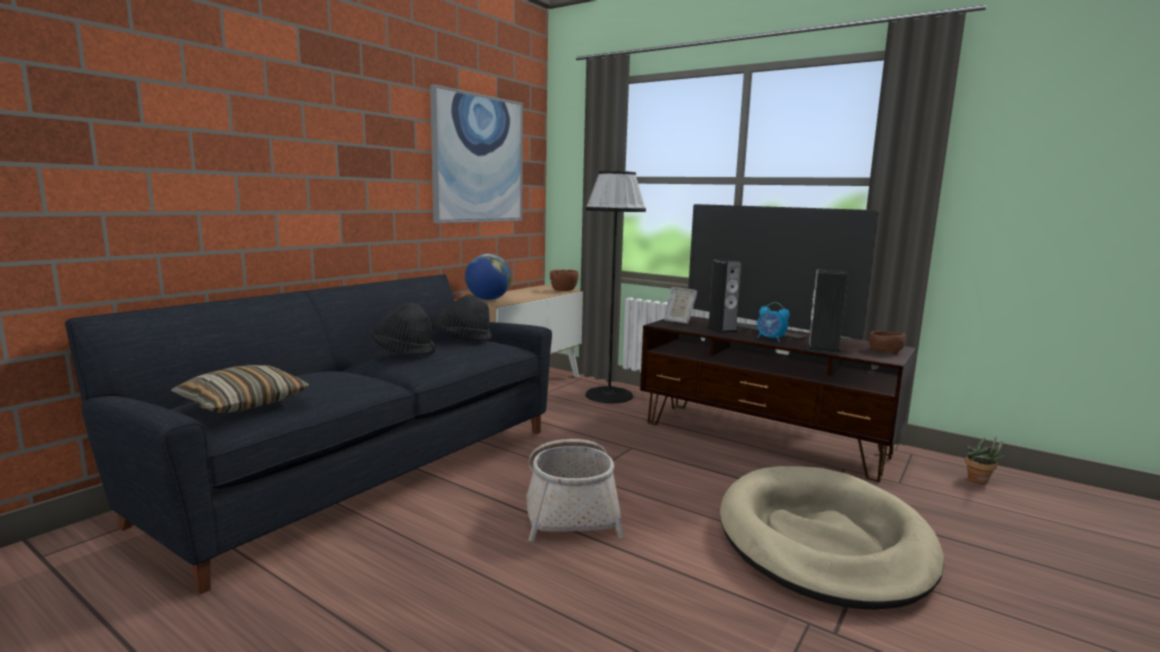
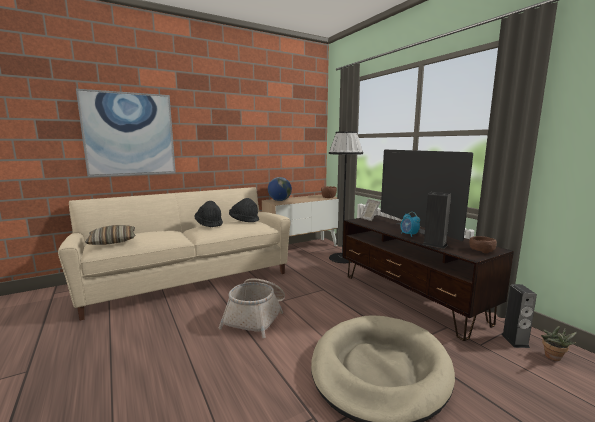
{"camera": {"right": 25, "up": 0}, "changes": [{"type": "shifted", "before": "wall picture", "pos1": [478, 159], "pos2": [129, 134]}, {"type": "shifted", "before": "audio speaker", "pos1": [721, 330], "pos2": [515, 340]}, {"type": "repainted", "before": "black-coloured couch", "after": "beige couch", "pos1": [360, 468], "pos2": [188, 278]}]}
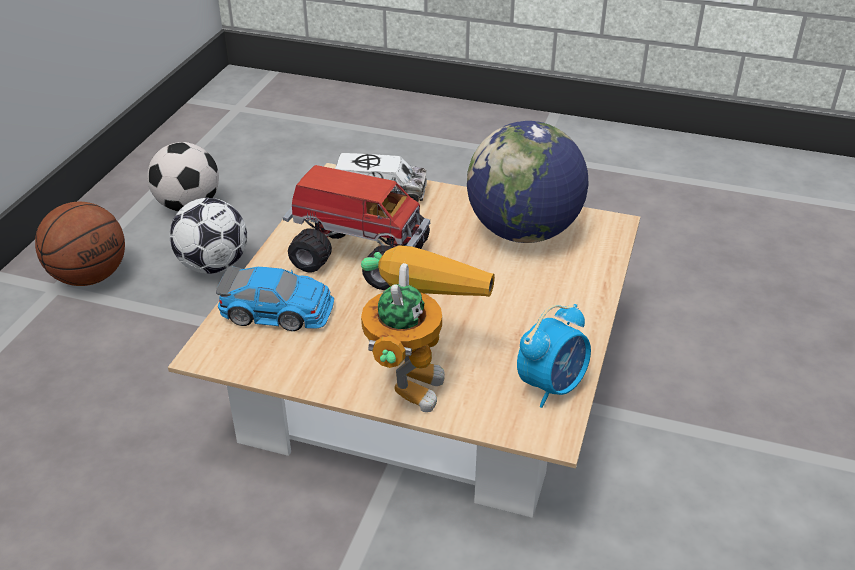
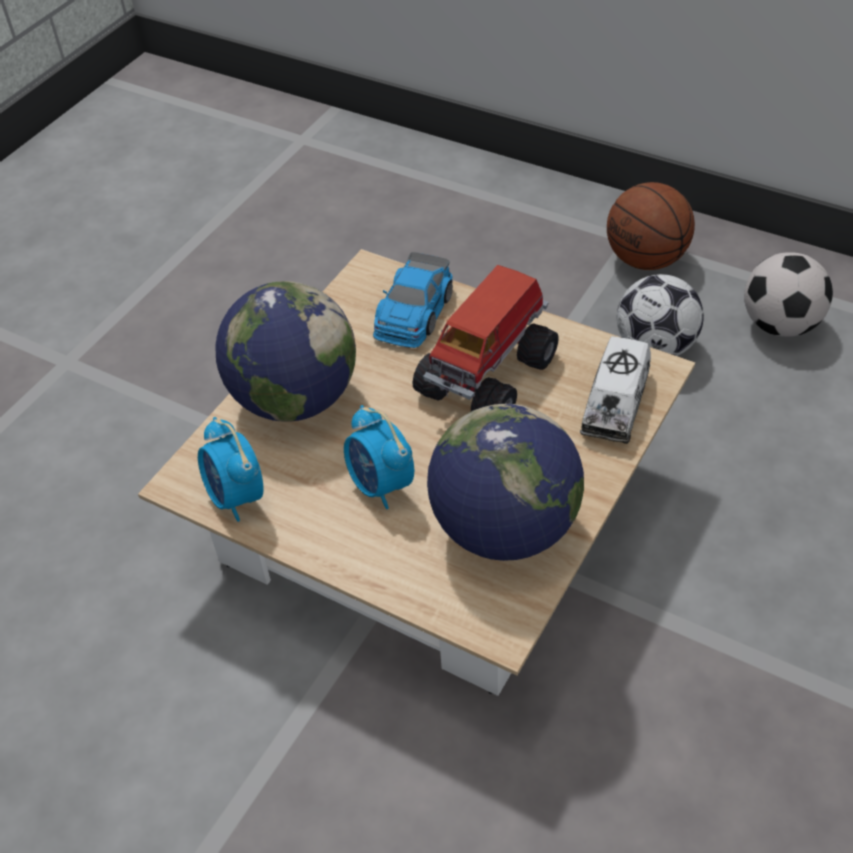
{"camera": {"right": 105, "up": 10}, "changes": [{"type": "new", "after": "alarm clock", "pos2": [381, 485]}, {"type": "swapped", "before": "toy robot", "after": "desk globe", "pos1": [414, 372], "pos2": [295, 399]}]}
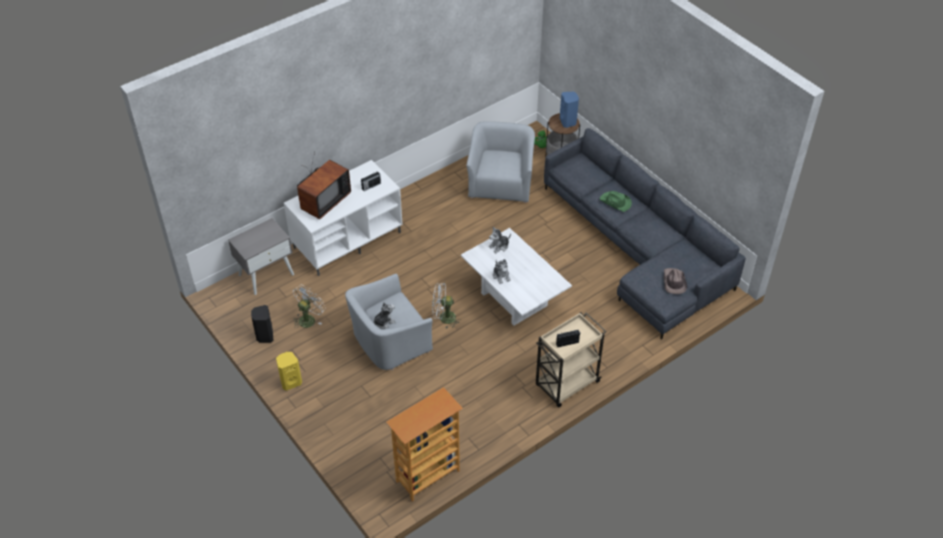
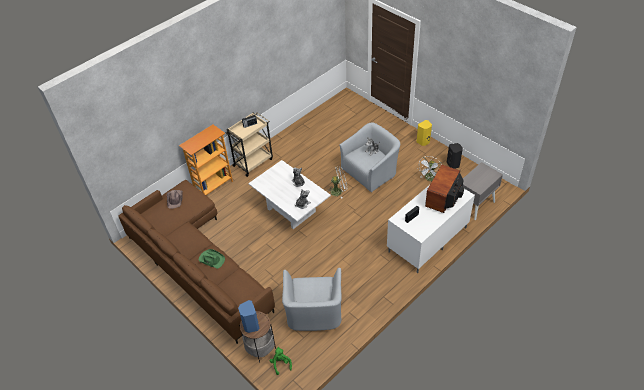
{"camera": {"right": 175, "up": 0}, "changes": [{"type": "shifted", "before": "bookcase", "pos1": [428, 476], "pos2": [213, 186]}, {"type": "repainted", "before": "gray couch", "after": "brown couch", "pos1": [638, 249], "pos2": [197, 262]}]}
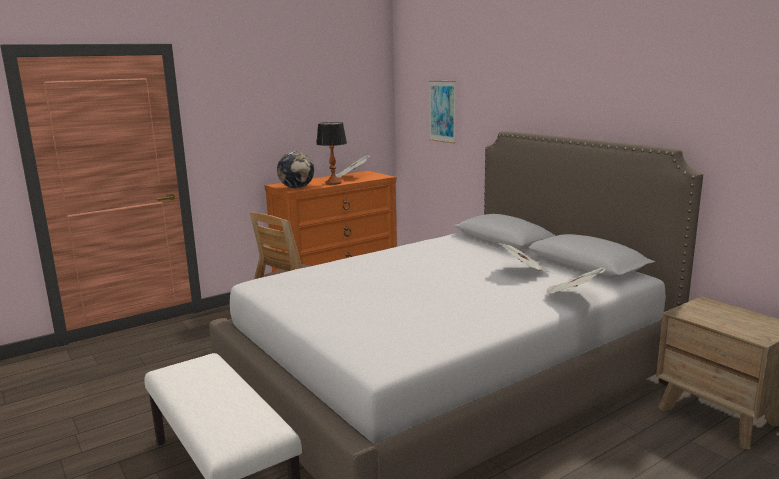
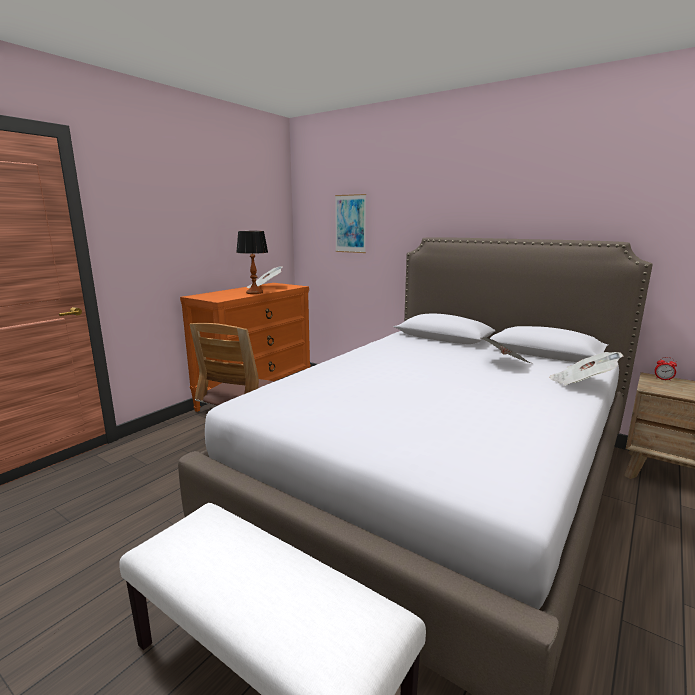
{"camera": {"right": -20, "up": 0}, "changes": [{"type": "gone", "before": "desk globe", "pos1": [296, 188]}, {"type": "new", "after": "alarm clock", "pos2": [663, 379]}]}
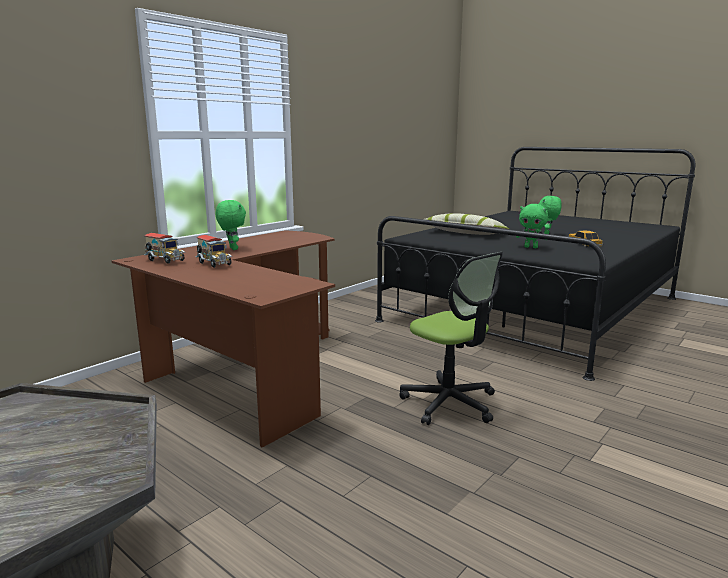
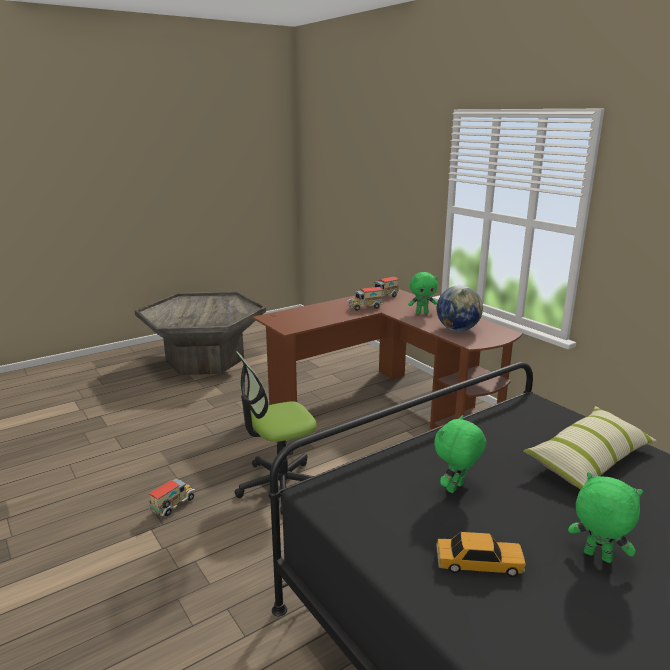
{"camera": {"right": 105, "up": 5}, "changes": [{"type": "new", "after": "model truck", "pos2": [173, 506]}, {"type": "new", "after": "desk globe", "pos2": [458, 329]}]}
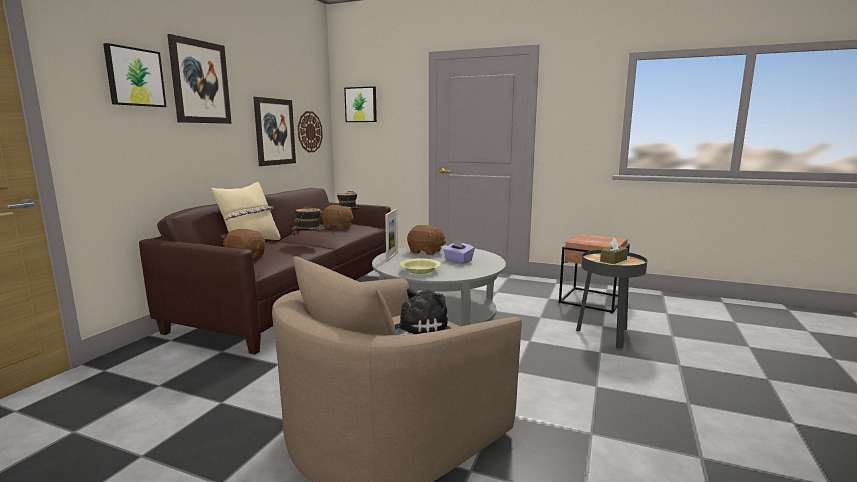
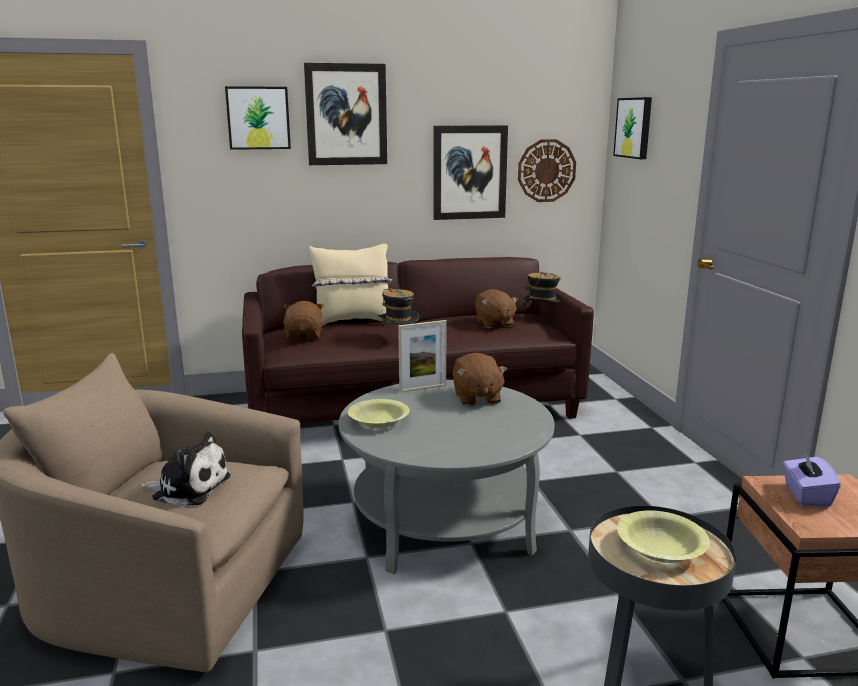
{"camera": {"right": 55, "up": 5}, "changes": [{"type": "shifted", "before": "purplish box of tissues", "pos1": [458, 260], "pos2": [806, 495]}, {"type": "swapped", "before": "brown box of tissues", "after": "yellow-coloured bowl", "pos1": [613, 260], "pos2": [660, 548]}]}
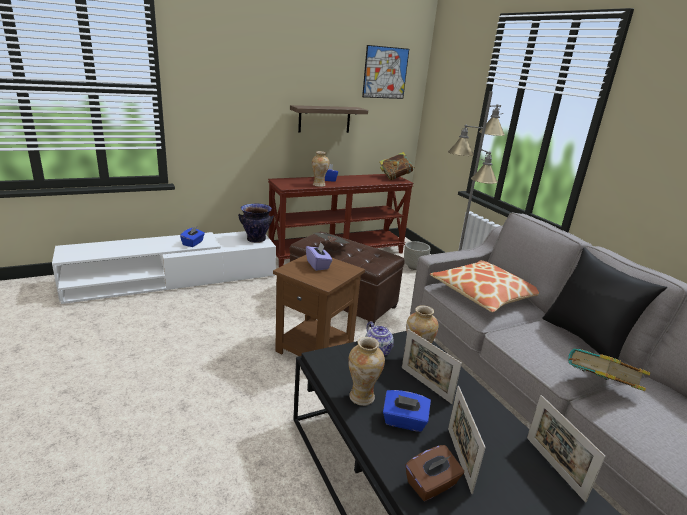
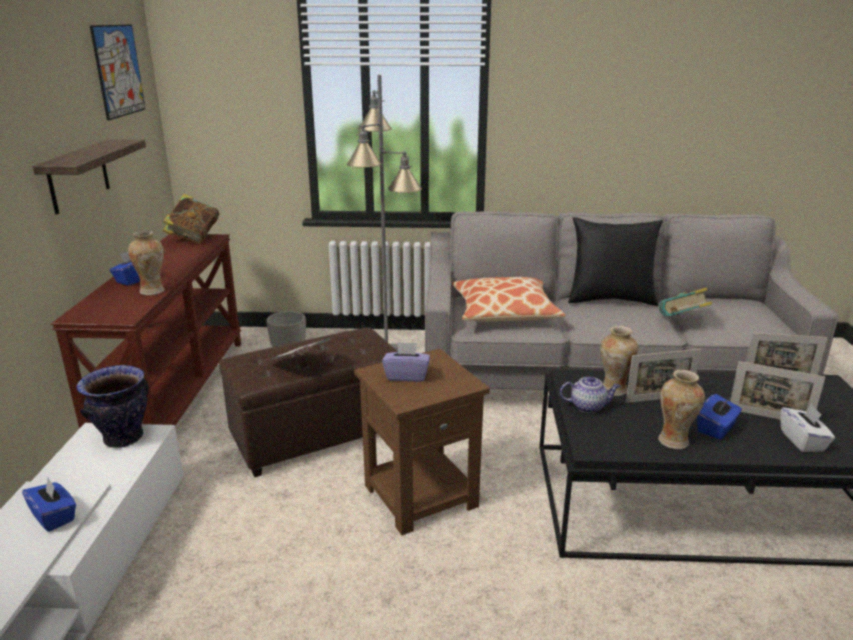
{"camera": {"right": -60, "up": 0}, "changes": [{"type": "repainted", "before": "brown box of tissues", "after": "white-coloured box of tissues", "pos1": [431, 485], "pos2": [802, 441]}]}
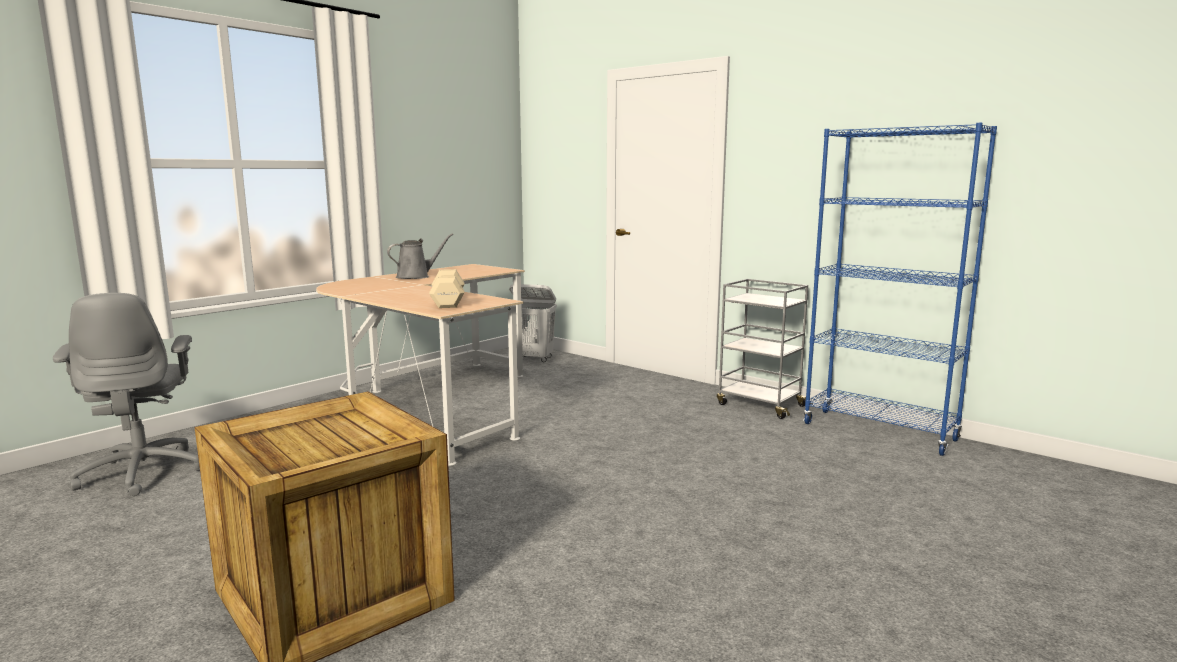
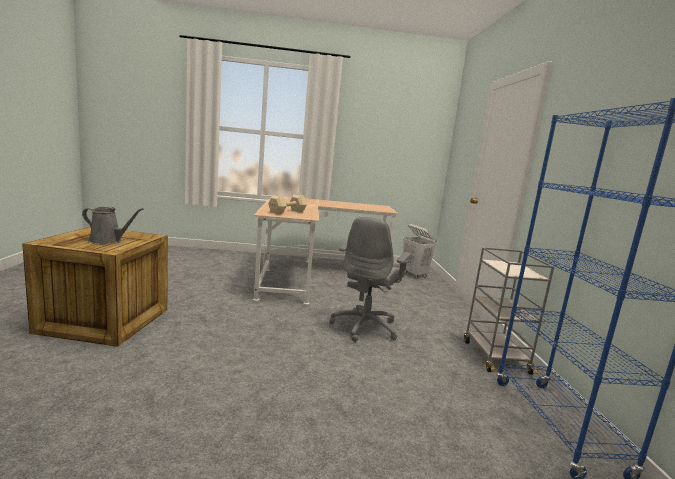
{"camera": {"right": 45, "up": 0}, "changes": [{"type": "shifted", "before": "gray office chair", "pos1": [144, 472], "pos2": [365, 327]}, {"type": "shifted", "before": "gray watering pot", "pos1": [416, 276], "pos2": [108, 241]}]}
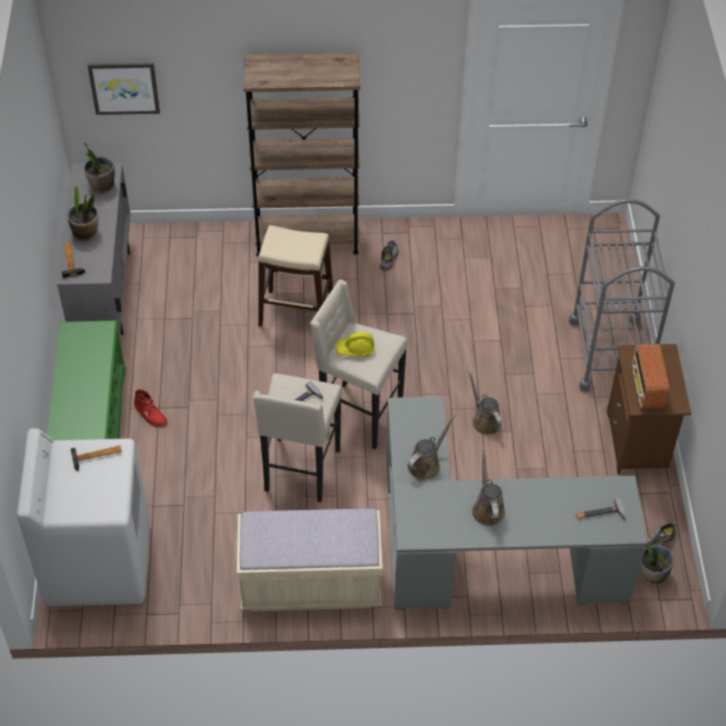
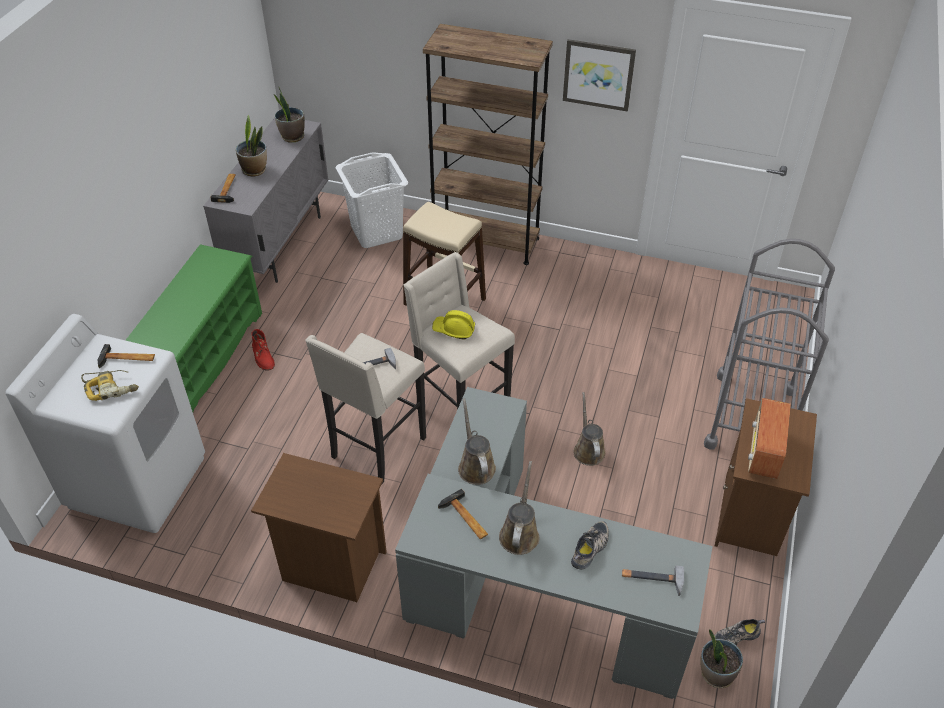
{"camera": {"right": 20, "up": -5}, "changes": [{"type": "new", "after": "power drill", "pos2": [111, 387]}, {"type": "new", "after": "white-coloured laundry basket", "pos2": [377, 231]}, {"type": "new", "after": "tool hammer", "pos2": [465, 519]}, {"type": "shifted", "before": "wall picture", "pos1": [124, 87], "pos2": [598, 74]}, {"type": "shifted", "before": "shoe", "pos1": [389, 258], "pos2": [591, 549]}, {"type": "swapped", "before": "beige bench", "after": "brown nightstand", "pos1": [311, 584], "pos2": [330, 565]}, {"type": "rotated", "before": "brown watering pot", "pos1": [426, 464], "pos2": [475, 465], "turn": -75}]}
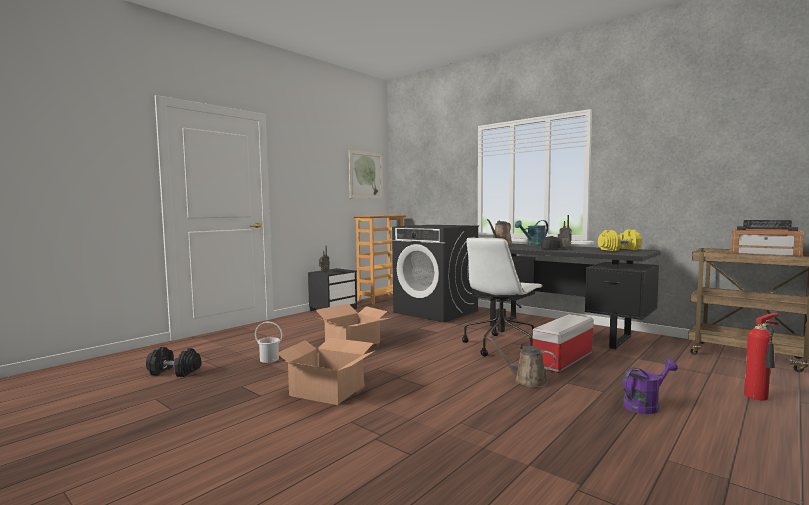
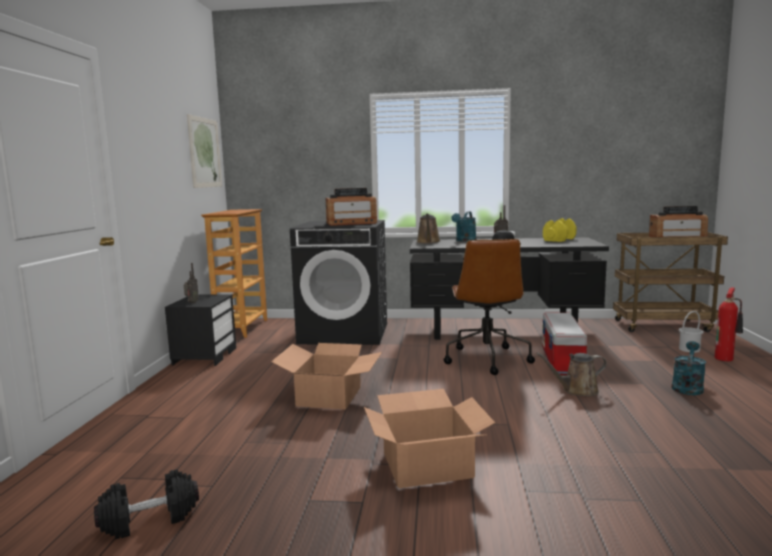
{"camera": {"right": -35, "up": 5}, "changes": [{"type": "new", "after": "radio set", "pos2": [351, 223]}, {"type": "shifted", "before": "white-coloured bucket", "pos1": [269, 359], "pos2": [689, 349]}, {"type": "repainted", "before": "white-coloured office chair", "after": "brown office chair", "pos1": [501, 345], "pos2": [486, 359]}, {"type": "repainted", "before": "purplish watering pot", "after": "blue-green watering pot", "pos1": [645, 405], "pos2": [687, 387]}]}
